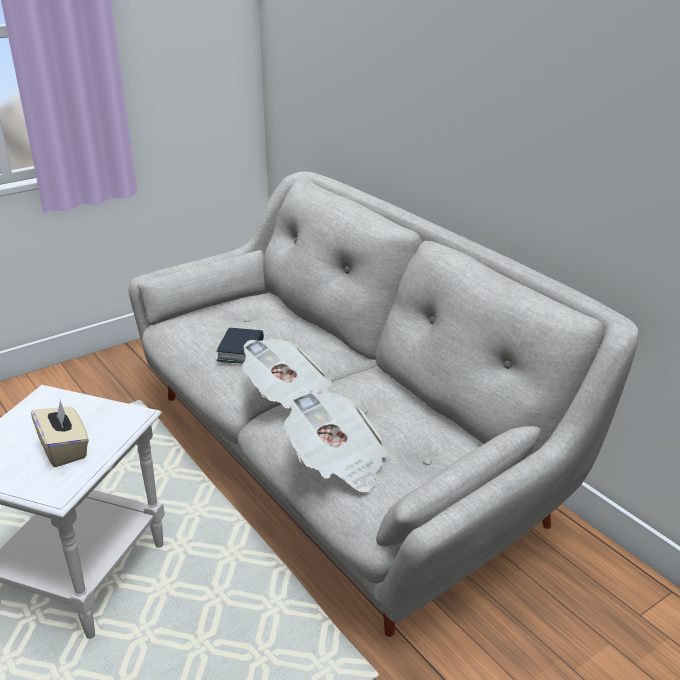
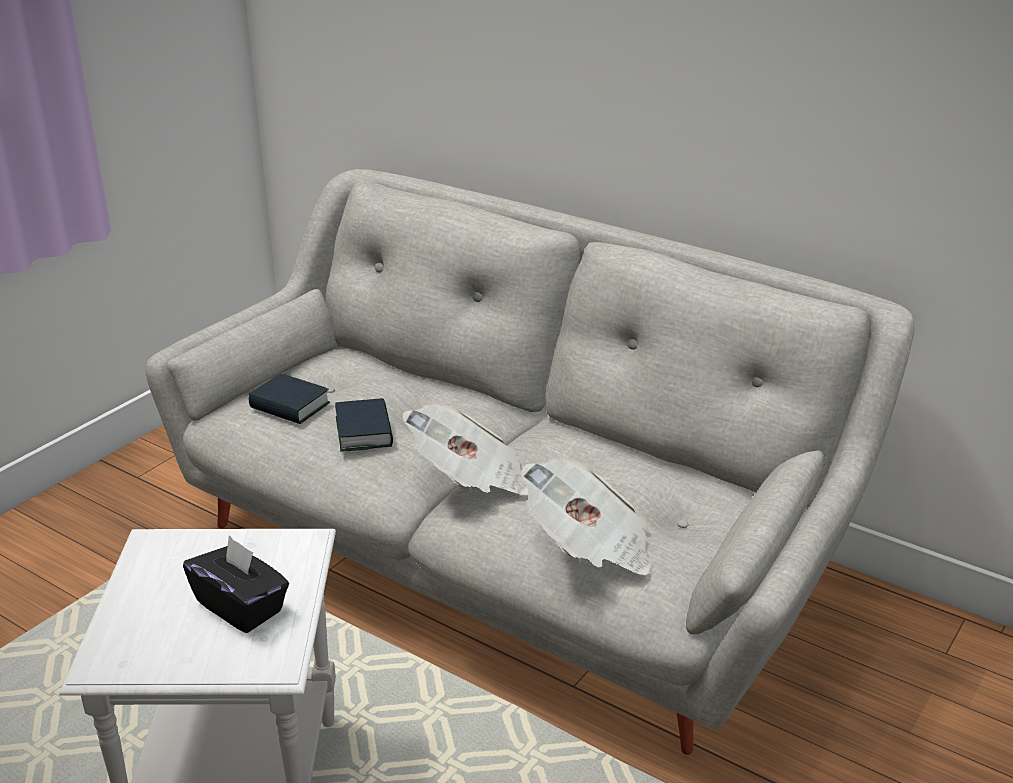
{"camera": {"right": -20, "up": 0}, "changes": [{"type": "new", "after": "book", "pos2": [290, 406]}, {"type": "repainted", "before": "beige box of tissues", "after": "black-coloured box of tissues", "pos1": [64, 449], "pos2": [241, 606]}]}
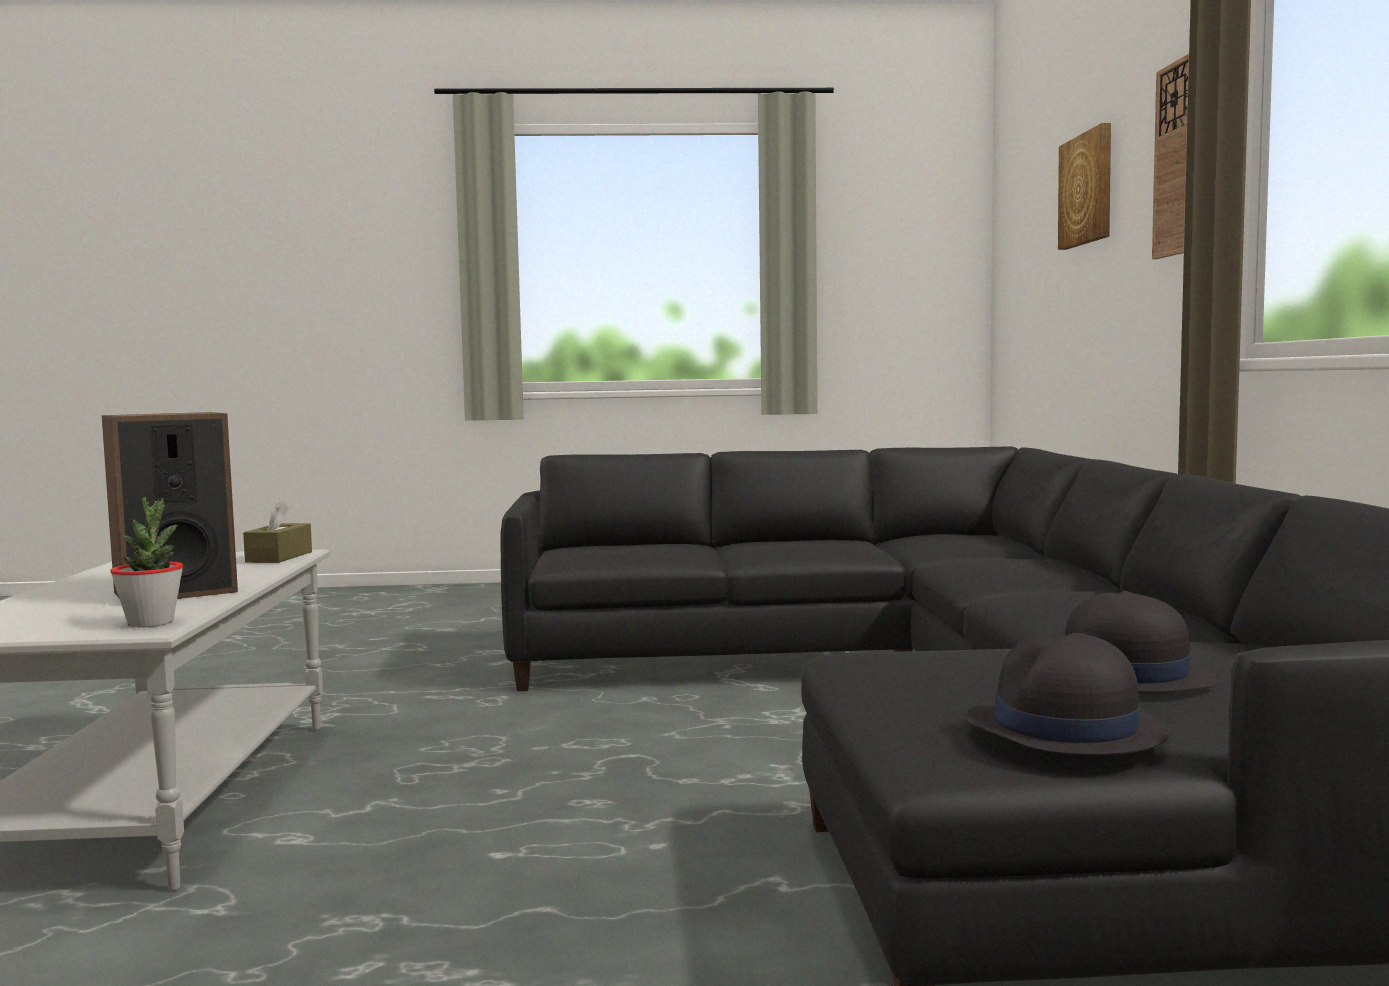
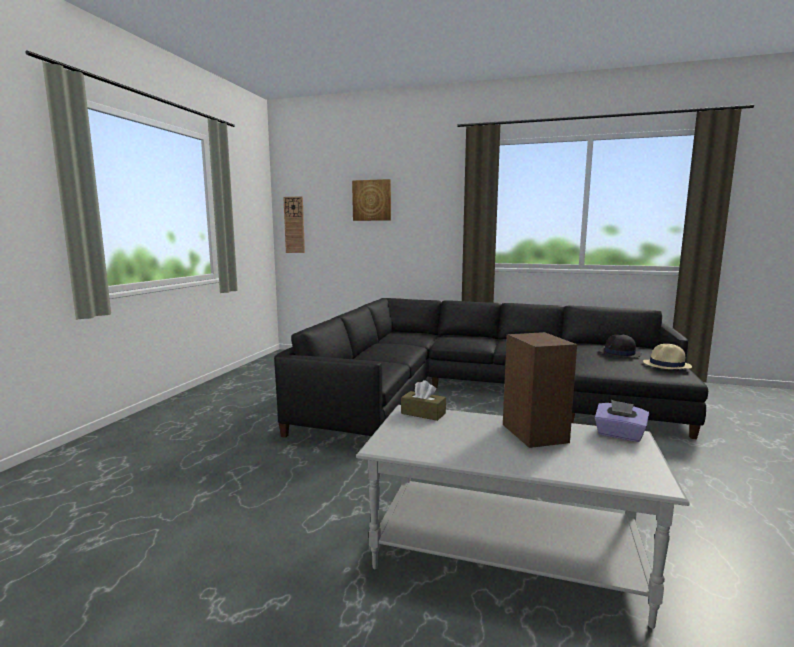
{"camera": {"right": -70, "up": 5}, "changes": [{"type": "shifted", "before": "wall clock", "pos1": [1176, 159], "pos2": [294, 225]}, {"type": "swapped", "before": "potted plant", "after": "purplish box of tissues", "pos1": [151, 623], "pos2": [619, 435]}, {"type": "repainted", "before": "black-coloured hat", "after": "beige hat", "pos1": [1064, 729], "pos2": [667, 365]}]}
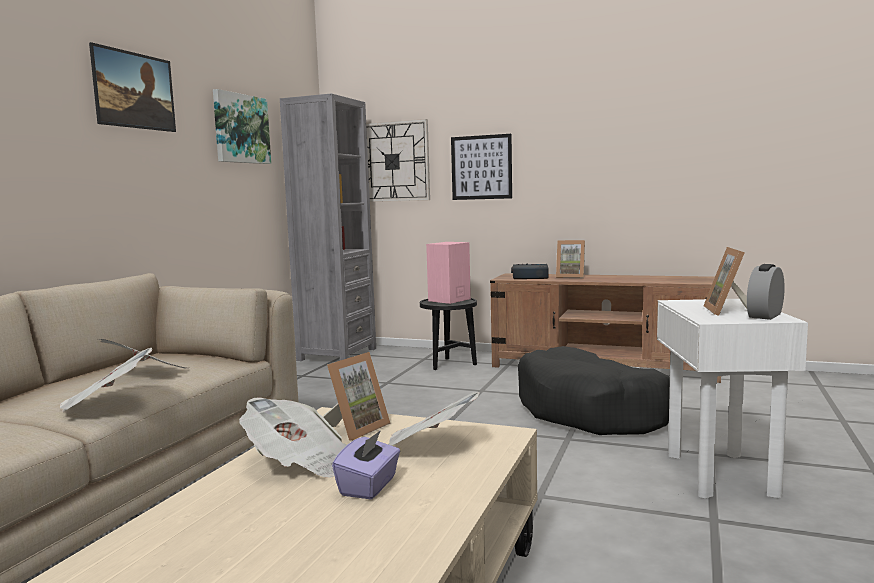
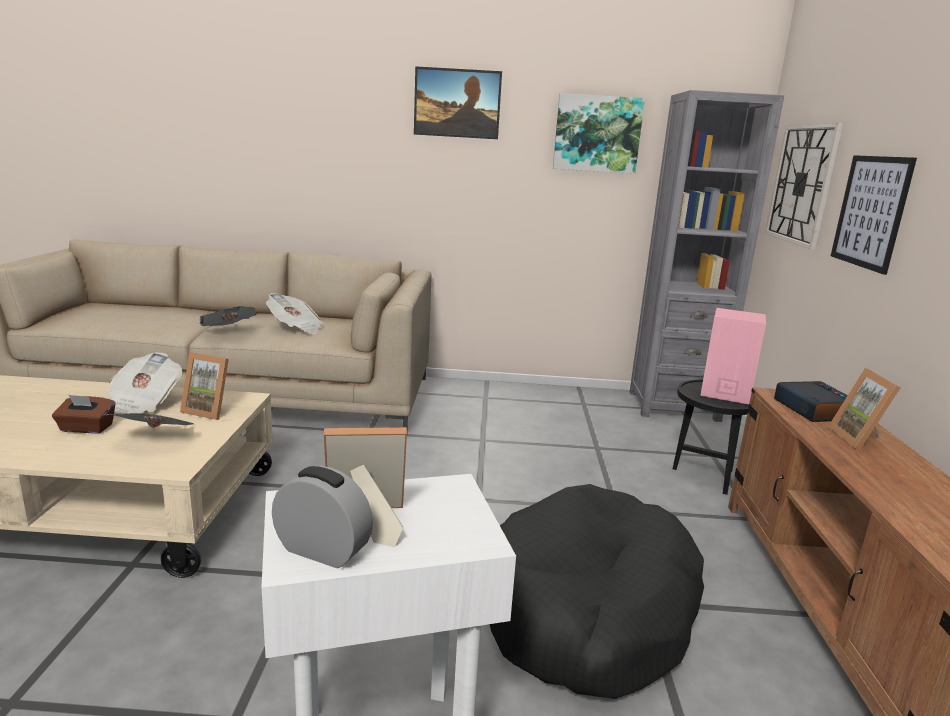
{"camera": {"right": 70, "up": 10}, "changes": [{"type": "repainted", "before": "purplish box of tissues", "after": "brown box of tissues", "pos1": [369, 486], "pos2": [86, 428]}]}
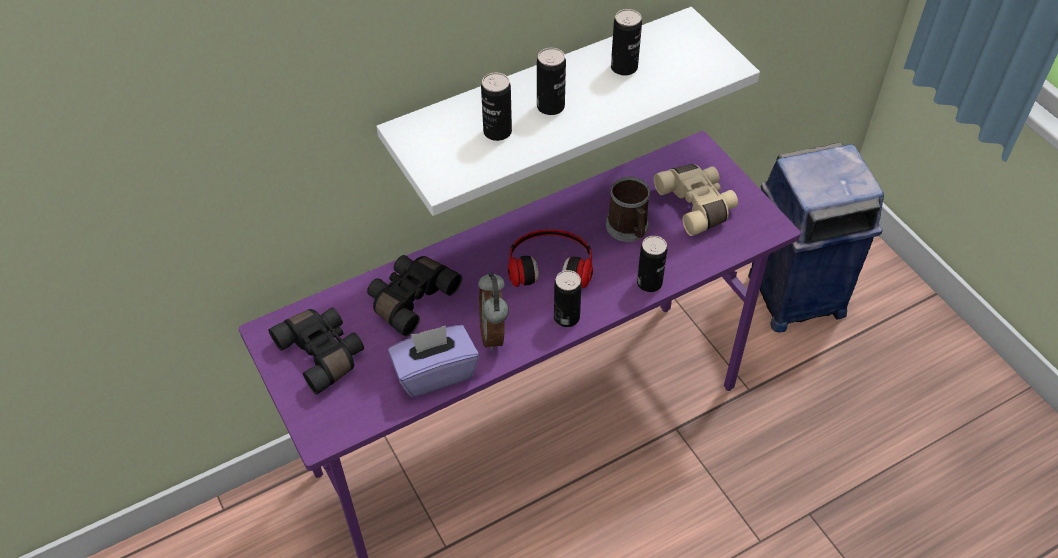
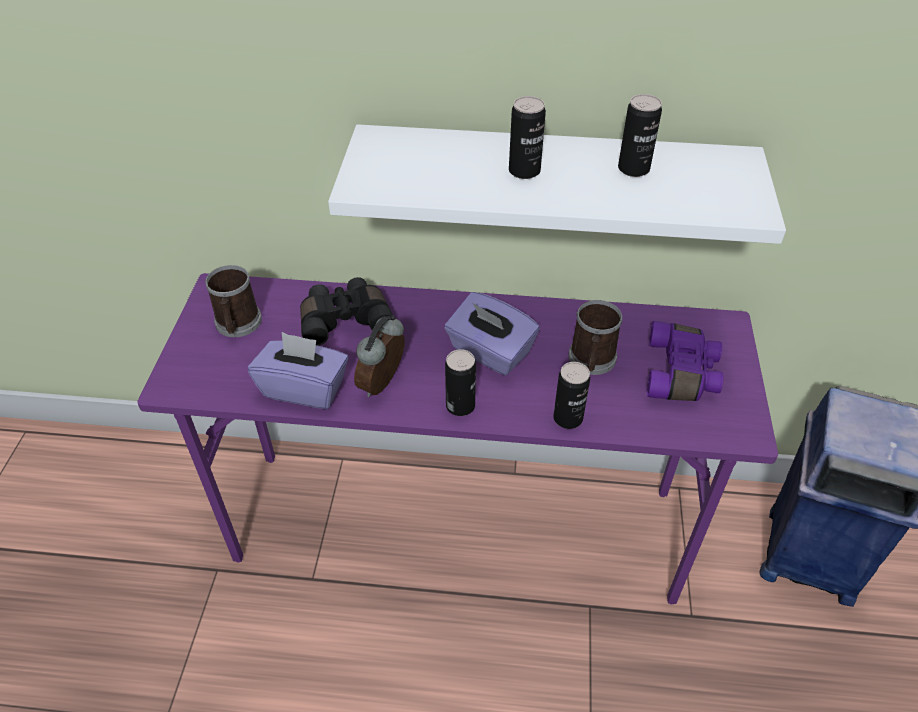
{"camera": {"right": 35, "up": -5}, "changes": [{"type": "gone", "before": "sealed can", "pos1": [497, 132]}, {"type": "swapped", "before": "black-coloured binoculars", "after": "coffee mug", "pos1": [323, 353], "pos2": [238, 325]}, {"type": "swapped", "before": "pair of headphones", "after": "purplish box of tissues", "pos1": [550, 263], "pos2": [490, 352]}, {"type": "repainted", "before": "beige binoculars", "after": "purplish binoculars", "pos1": [697, 205], "pos2": [682, 374]}]}
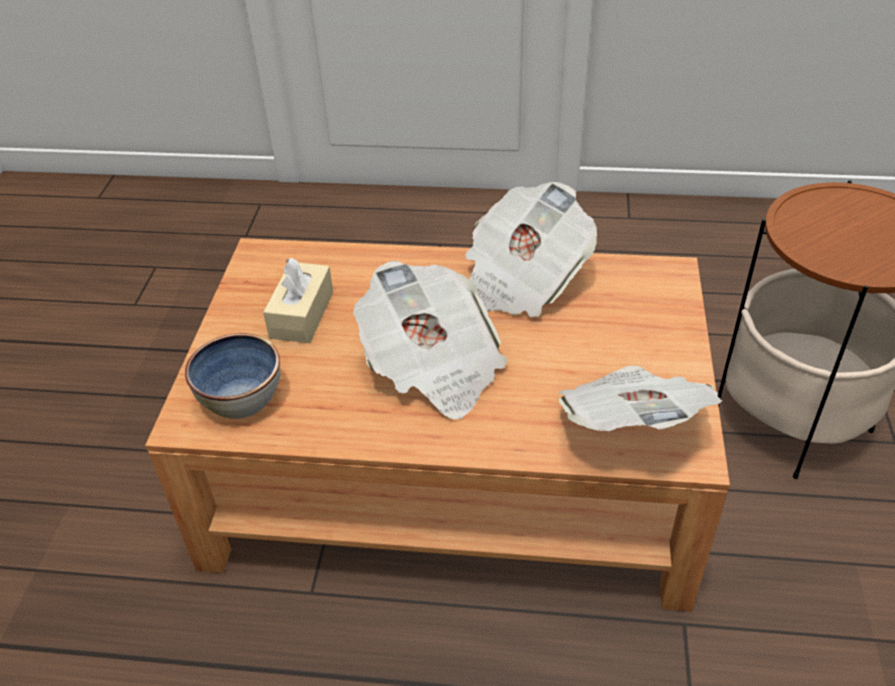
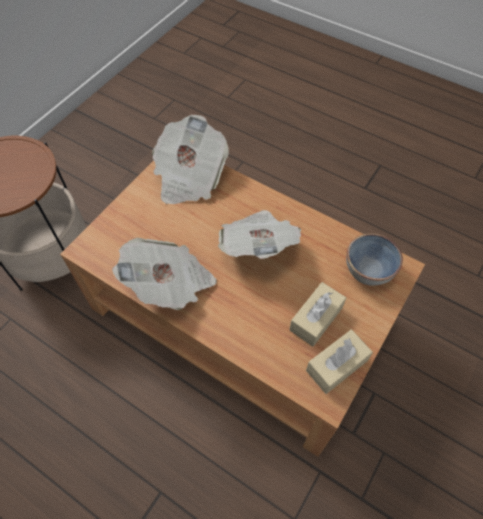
{"camera": {"right": -155, "up": 15}, "changes": [{"type": "new", "after": "beige box of tissues", "pos2": [336, 365]}]}
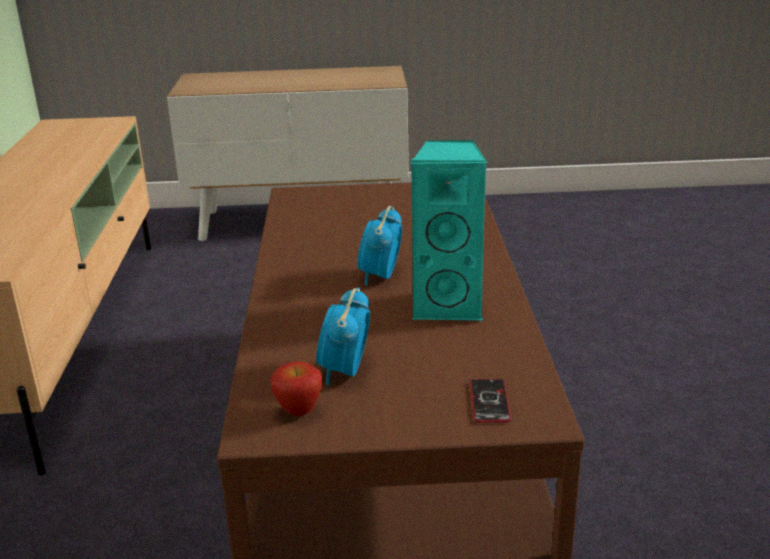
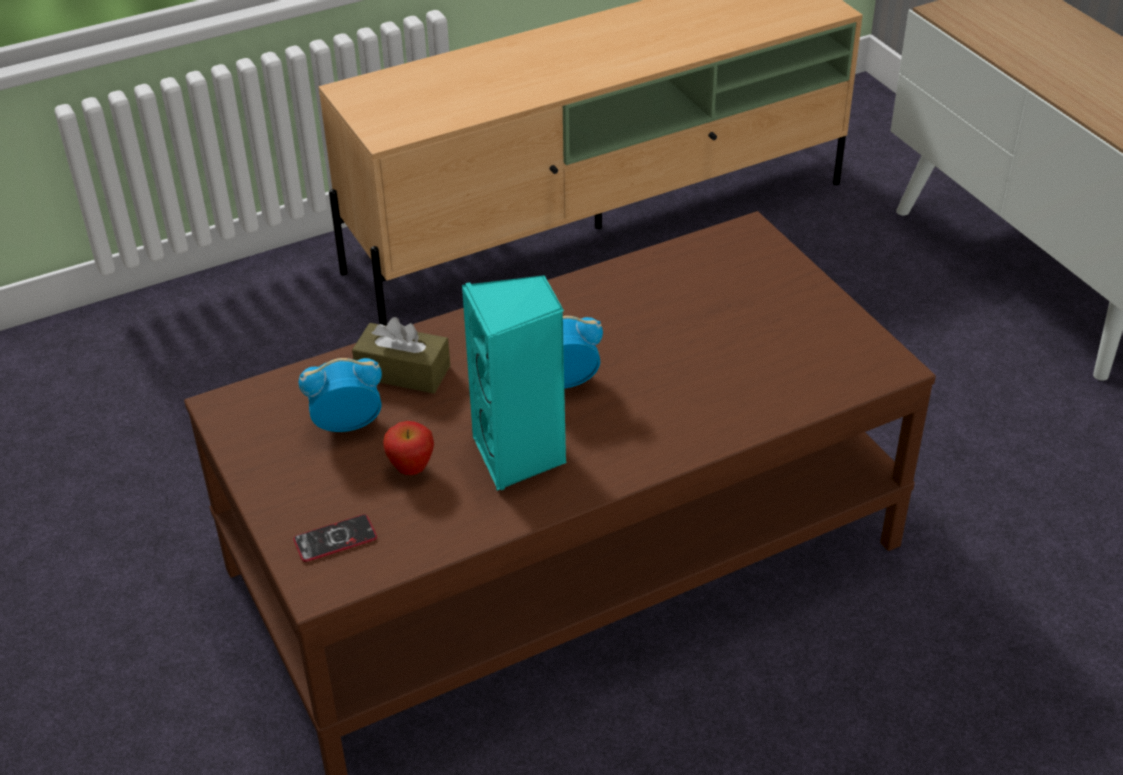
{"camera": {"right": 65, "up": 15}, "changes": [{"type": "new", "after": "brown box of tissues", "pos2": [403, 372]}, {"type": "shifted", "before": "whole apple", "pos1": [299, 412], "pos2": [411, 469]}]}
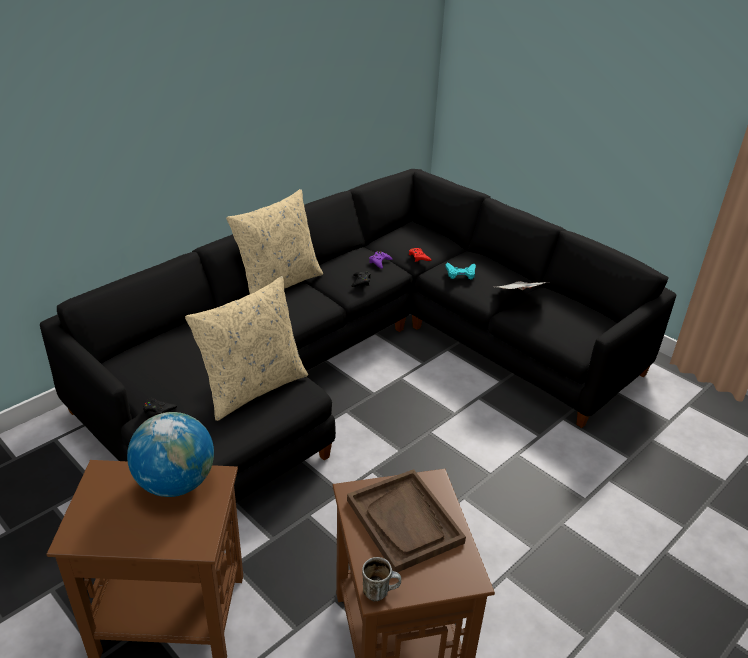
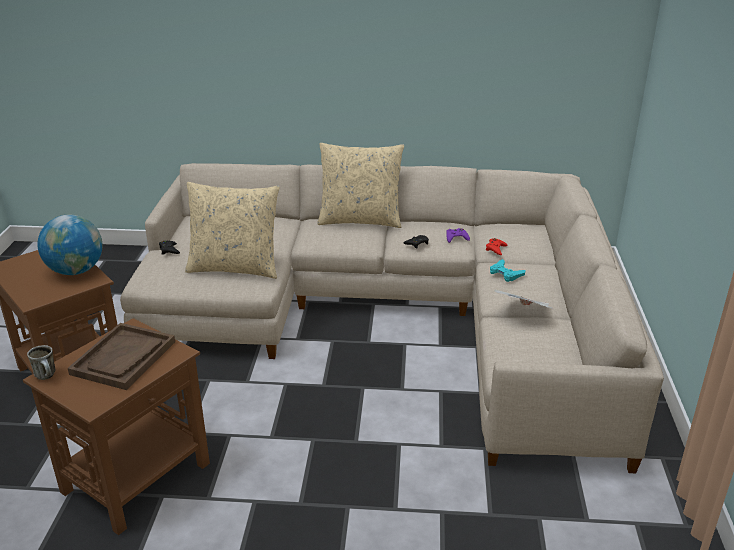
{"camera": {"right": 50, "up": -5}, "changes": [{"type": "repainted", "before": "black-coloured couch", "after": "beige couch", "pos1": [357, 360], "pos2": [395, 316]}]}
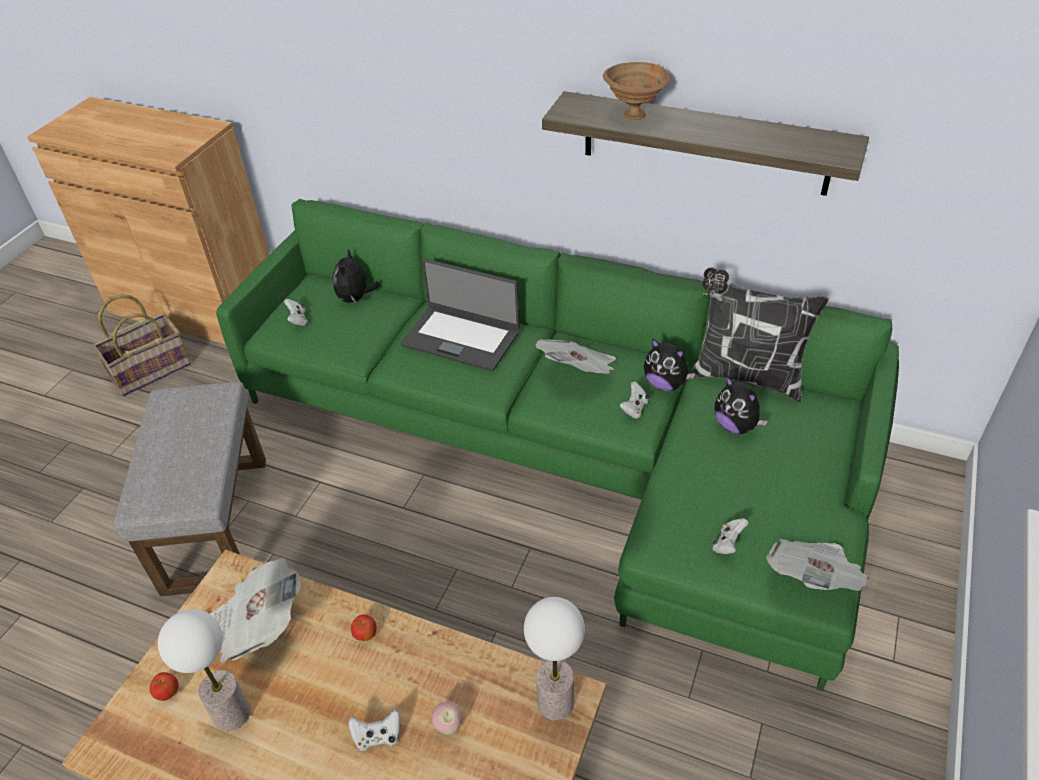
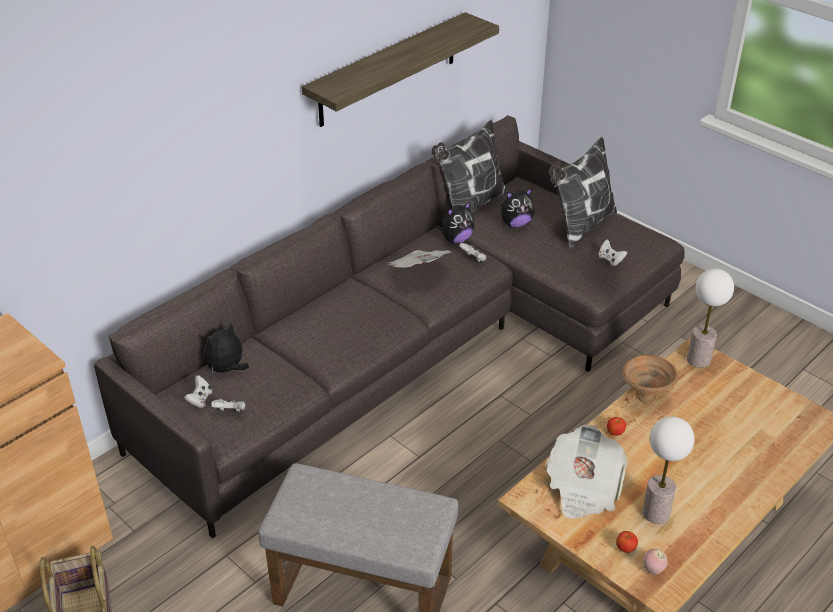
{"camera": {"right": -70, "up": -5}, "changes": [{"type": "gone", "before": "portable computer", "pos1": [461, 337]}, {"type": "gone", "before": "printed paper", "pos1": [812, 578]}, {"type": "new", "after": "throw pillow", "pos2": [580, 226]}, {"type": "shifted", "before": "white-coloured gamepad", "pos1": [377, 736], "pos2": [200, 399]}, {"type": "shifted", "before": "whole apple", "pos1": [449, 725], "pos2": [653, 569]}, {"type": "shifted", "before": "brown bowl", "pos1": [633, 114], "pos2": [645, 397]}, {"type": "repainted", "before": "green couch", "after": "gray couch", "pos1": [569, 450], "pos2": [417, 347]}, {"type": "rotated", "before": "cuddly toy", "pos1": [355, 298], "pos2": [227, 369], "turn": 105}]}
